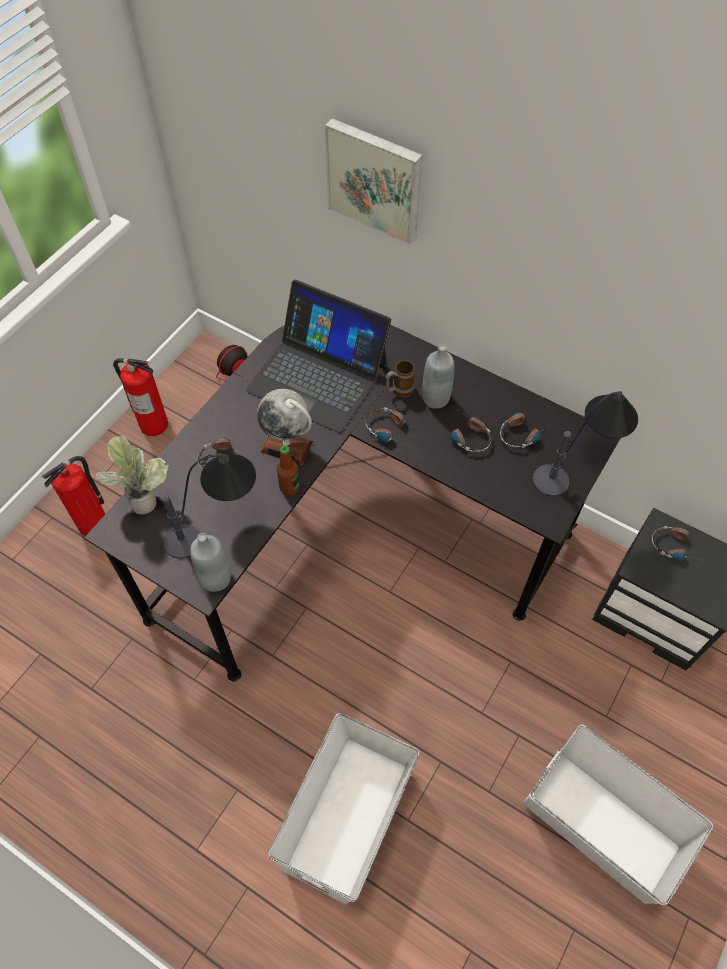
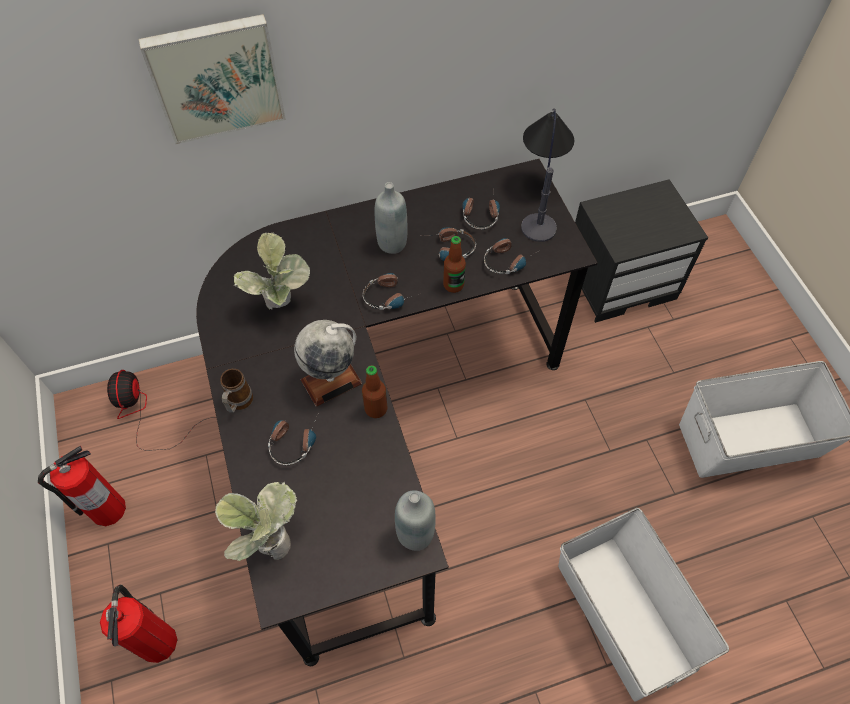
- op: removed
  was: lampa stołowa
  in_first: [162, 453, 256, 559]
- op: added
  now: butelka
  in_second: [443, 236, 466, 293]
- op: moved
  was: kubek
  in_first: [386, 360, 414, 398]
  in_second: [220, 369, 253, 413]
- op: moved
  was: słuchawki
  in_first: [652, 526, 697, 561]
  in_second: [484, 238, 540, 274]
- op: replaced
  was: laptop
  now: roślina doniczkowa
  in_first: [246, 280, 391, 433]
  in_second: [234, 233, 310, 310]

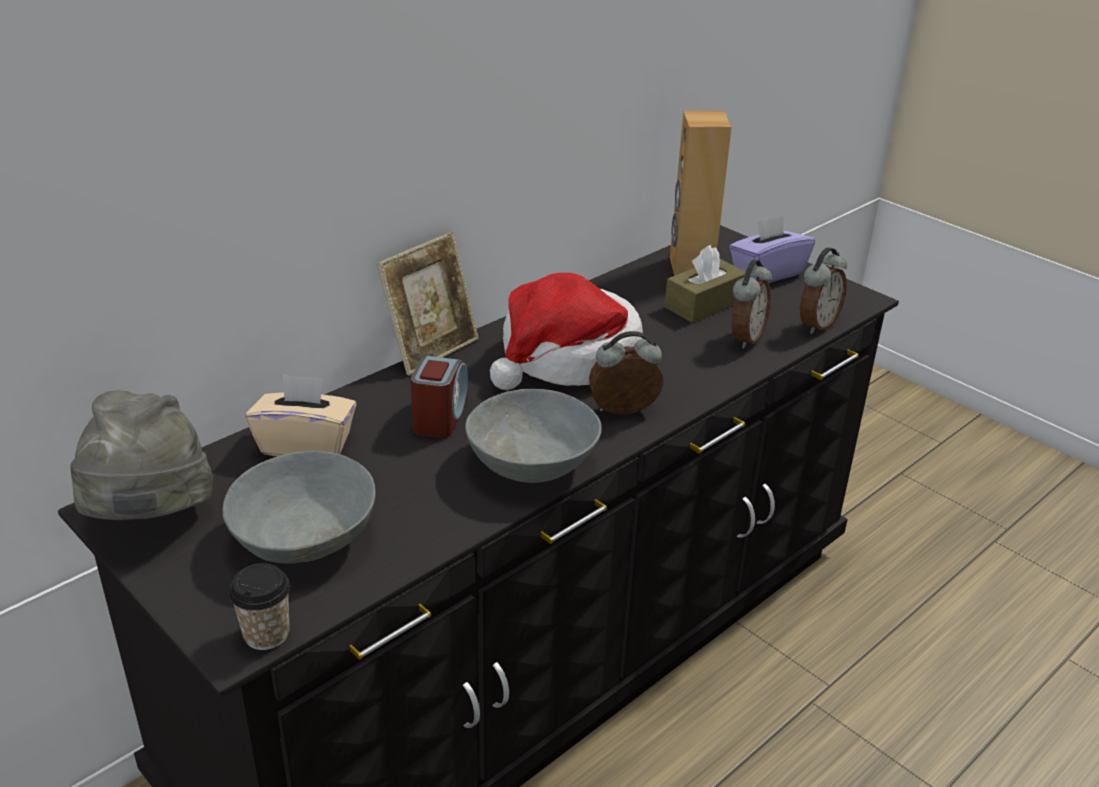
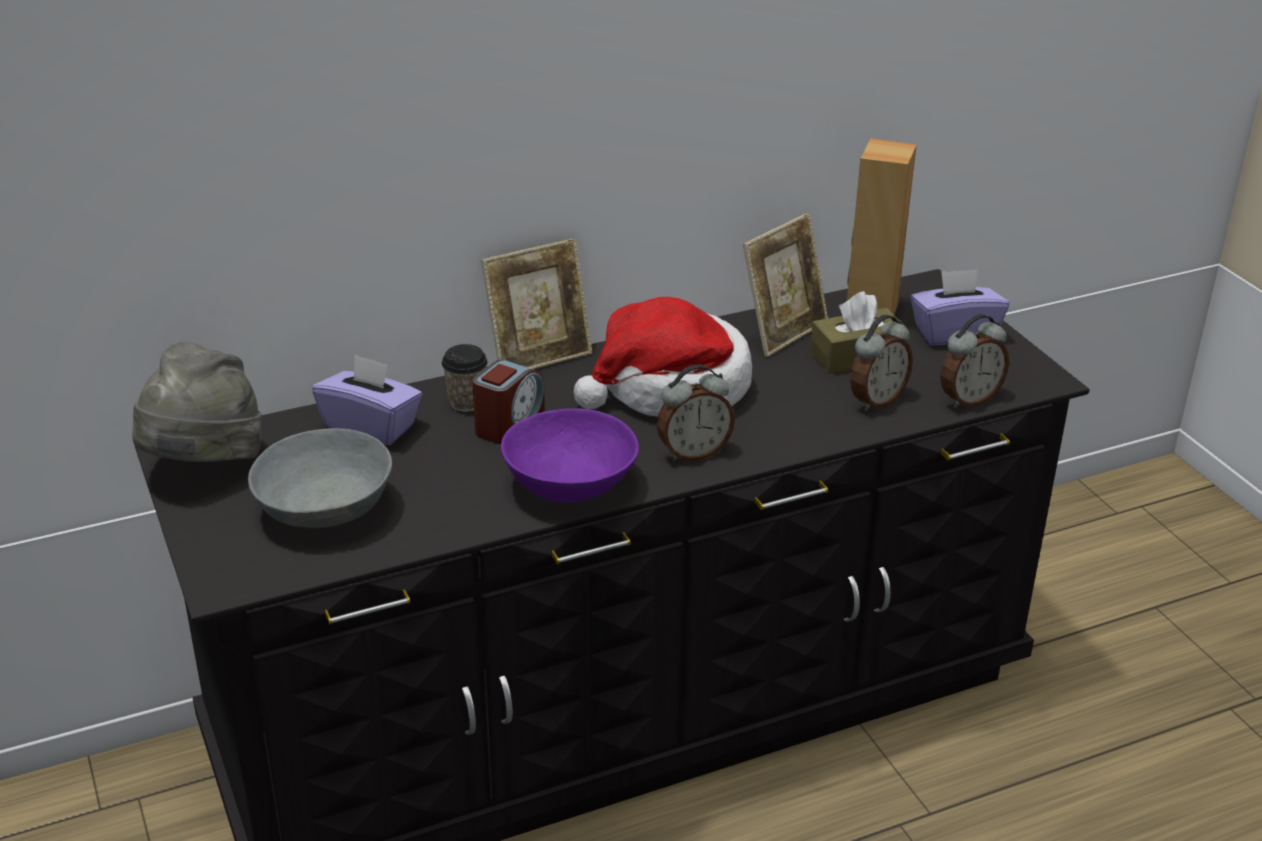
- op: added
  now: ramka na zdjęcie
  in_second: [743, 213, 828, 357]
- op: moved
  was: filiżanka
  in_first: [229, 563, 290, 650]
  in_second: [442, 344, 488, 412]
- op: recoloured
  was: pudełko chusteczek [beżowy]
  now: pudełko chusteczek [fioletowy]
  in_first: [246, 374, 357, 456]
  in_second: [312, 354, 422, 445]
- op: recoloured
  was: miska [szary]
  now: miska [fioletowy]
  in_first: [465, 389, 602, 483]
  in_second: [501, 408, 639, 503]
- op: turned
  was: budzik
  in_first: [589, 331, 663, 415]
  in_second: [657, 365, 735, 461]
  clockwise: 150

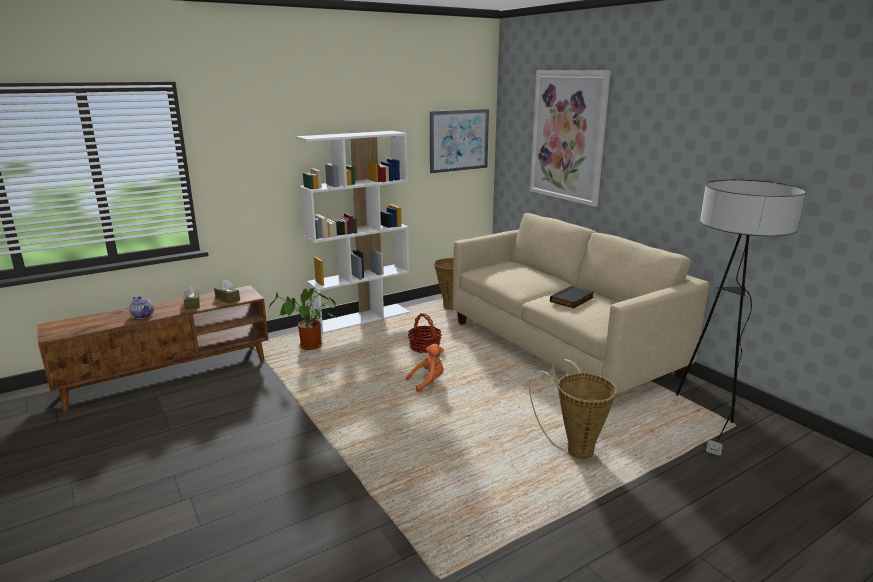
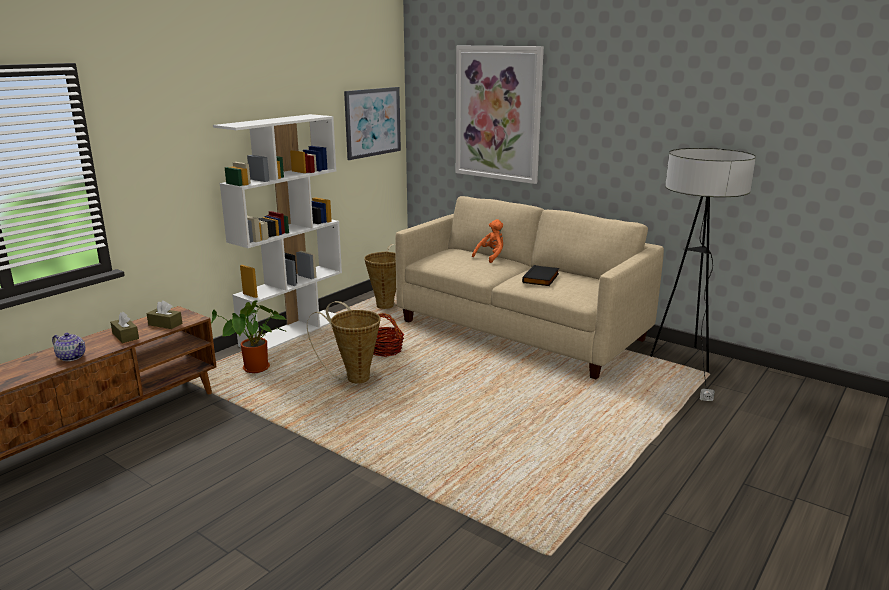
- op: moved
  was: pluszak [pomarańczowy]
  in_first: [406, 344, 444, 392]
  in_second: [472, 219, 503, 263]
- op: moved
  was: koszyk
  in_first: [529, 359, 617, 459]
  in_second: [307, 301, 381, 384]

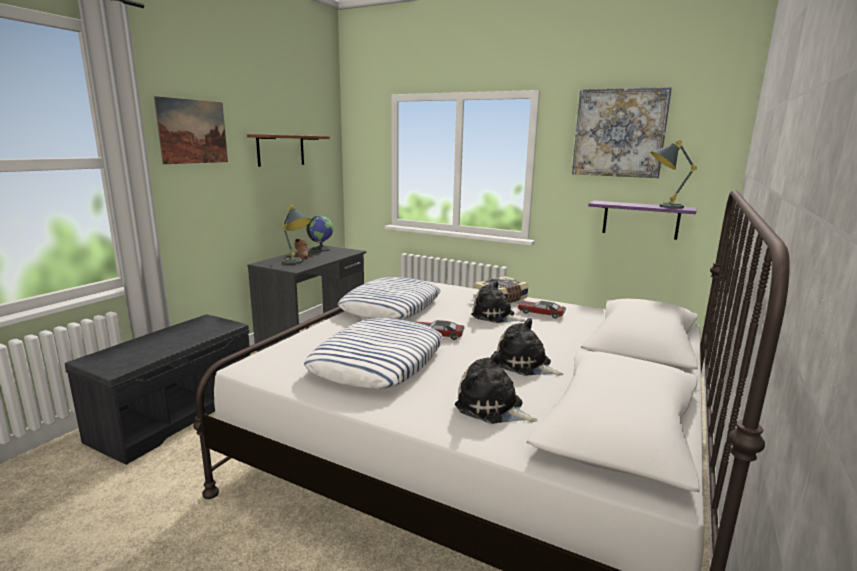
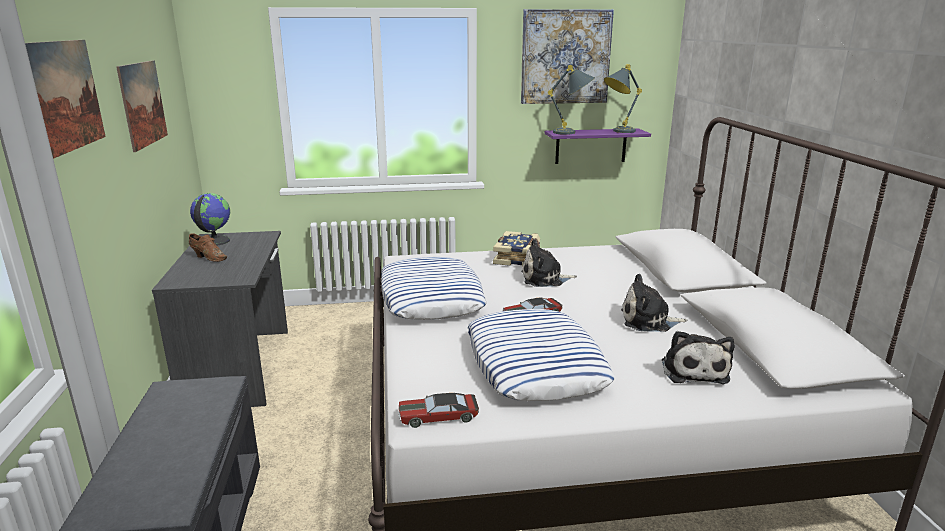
- op: moved
  was: lampa stołowa [szary]
  in_first: [282, 205, 311, 264]
  in_second: [548, 65, 595, 135]
- op: moved
  was: samochodzik
  in_first: [518, 301, 566, 319]
  in_second: [398, 393, 479, 428]
- op: replaced
  was: półka [brązowy]
  now: obraz
  in_first: [247, 134, 330, 167]
  in_second: [116, 60, 168, 152]
- op: turned
  was: pluszak
  in_first: [455, 351, 538, 424]
  in_second: [662, 331, 734, 384]
  clockwise: -90

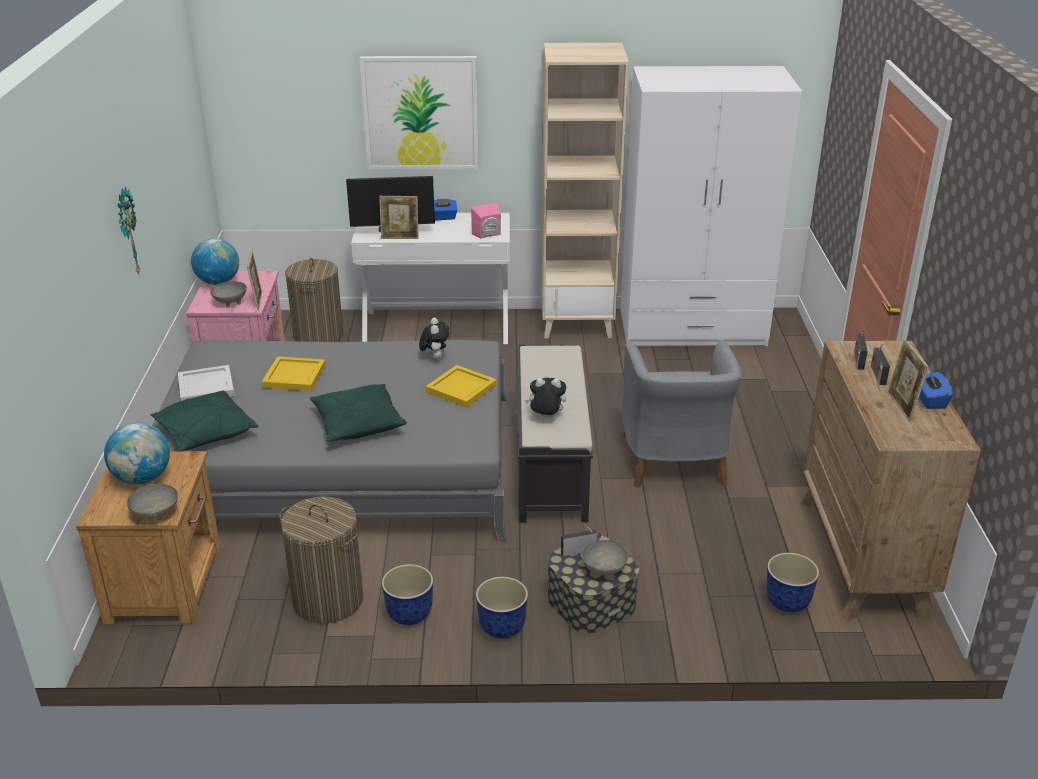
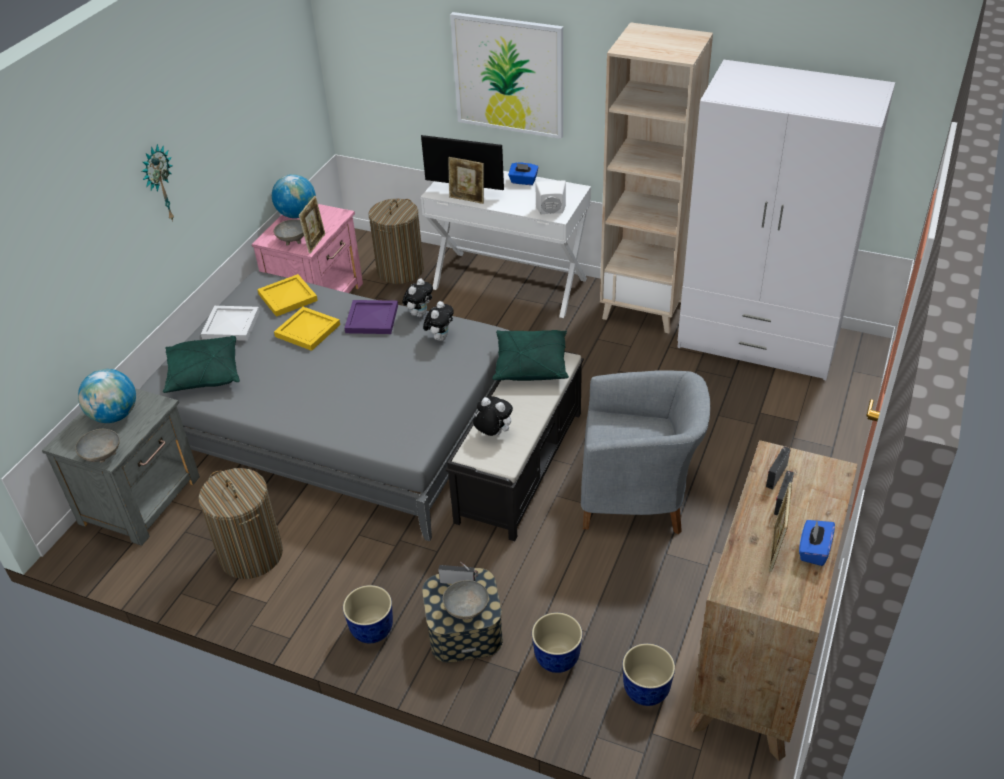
- op: added
  now: taca [fioletowy]
  in_second: [344, 300, 398, 334]
- op: added
  now: pluszak
  in_second: [402, 278, 433, 317]
- op: moved
  was: poduszka [zielony]
  in_first: [310, 384, 407, 442]
  in_second: [492, 330, 569, 381]
- op: moved
  was: donica
  in_first: [382, 564, 433, 625]
  in_second: [532, 612, 582, 673]
- op: moved
  was: taca [żółty]
  in_first: [426, 365, 497, 408]
  in_second: [257, 274, 318, 317]
- op: recoloured
  was: szafka nocna [brązowy]
  now: szafka nocna [szary]
  in_first: [76, 451, 221, 625]
  in_second: [42, 388, 200, 546]
- op: recoloured
  was: głośnik [różowy]
  now: głośnik [biały]
  in_first: [471, 202, 501, 238]
  in_second: [535, 180, 566, 215]
- op: turned
  was: fotel [szary]
  in_first: [621, 340, 742, 487]
  in_second: [581, 370, 710, 534]
  clockwise: -105

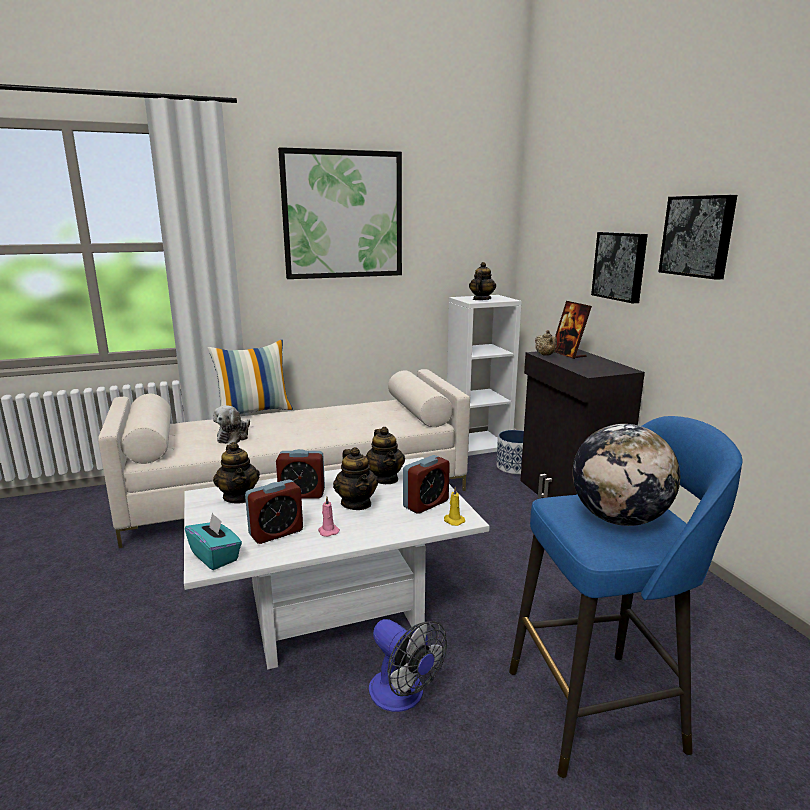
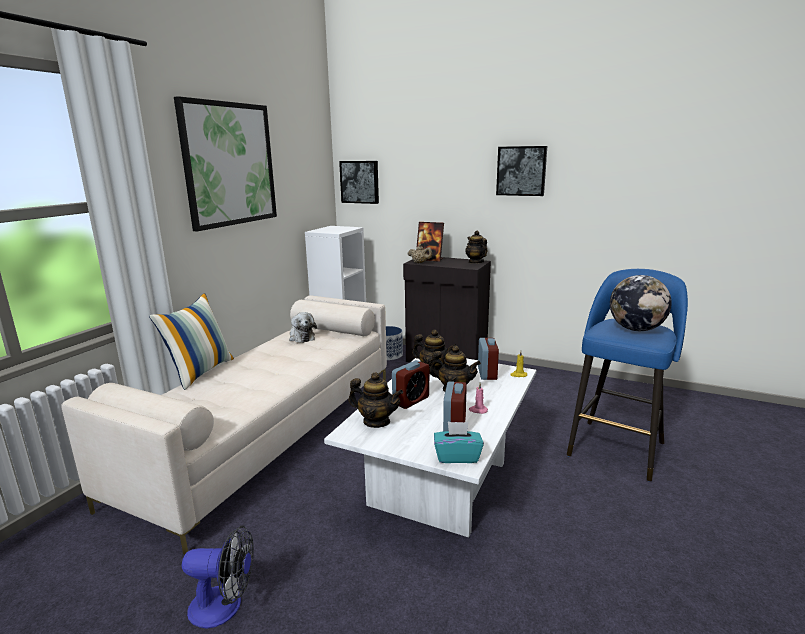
- op: moved
  was: pluszak
  in_first: [213, 405, 250, 444]
  in_second: [289, 312, 317, 343]
- op: moved
  was: wentylator
  in_first: [369, 619, 447, 712]
  in_second: [182, 526, 254, 628]
- op: moved
  was: imbryk
  in_first: [469, 262, 496, 300]
  in_second: [465, 231, 487, 264]
- op: moved
  was: obraz
  in_first: [591, 232, 648, 304]
  in_second: [339, 161, 379, 204]

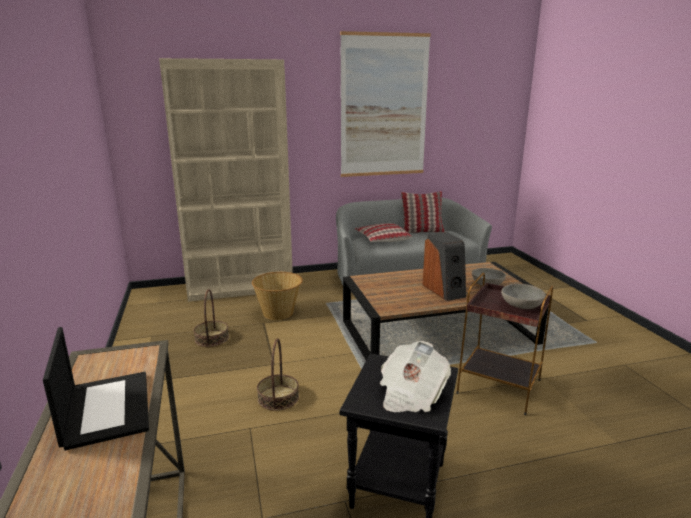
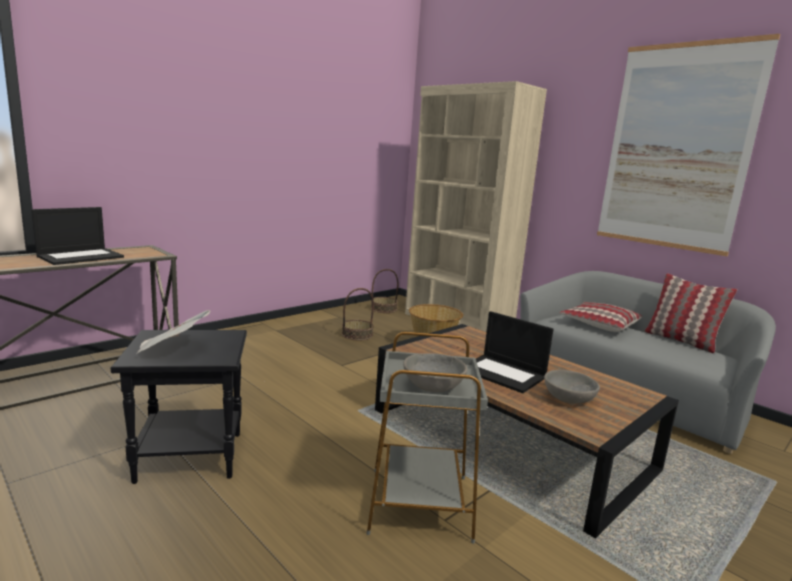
- op: moved
  was: koszyk
  in_first: [257, 338, 299, 411]
  in_second: [371, 269, 398, 313]
- op: replaced
  was: głośnik
  now: laptop
  in_first: [422, 232, 466, 301]
  in_second: [476, 311, 554, 393]
- op: recoloured
  was: stolik [brązowy]
  now: stolik [szary]
  in_first: [457, 273, 553, 415]
  in_second: [366, 332, 488, 544]

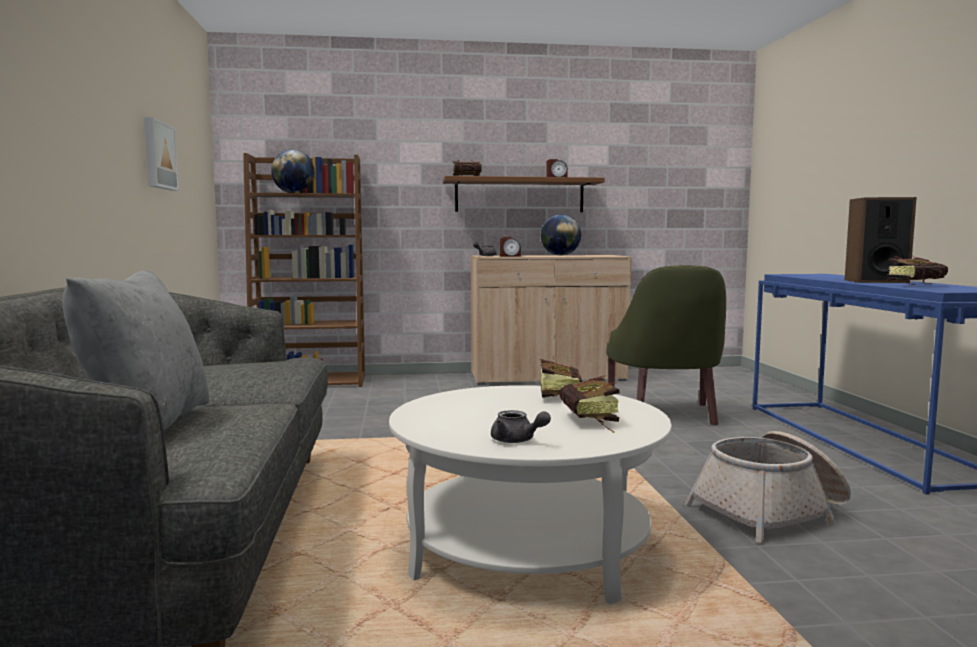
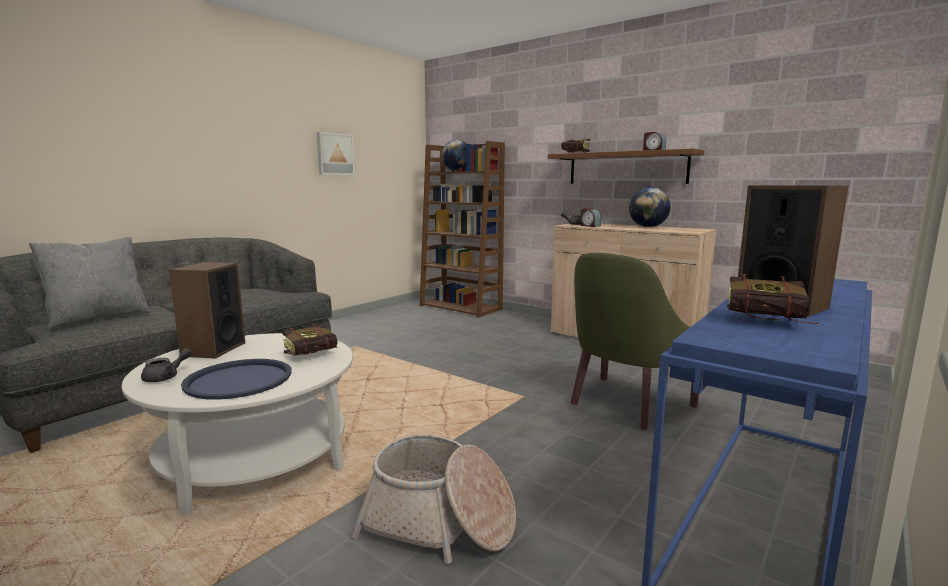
- op: added
  now: głośnik
  in_second: [169, 262, 245, 359]
- op: replaced
  was: książka
  now: taca [niebieski]
  in_first: [559, 375, 620, 433]
  in_second: [181, 359, 291, 400]
- op: turned
  was: imbryk [szary]
  in_first: [491, 410, 551, 443]
  in_second: [141, 348, 192, 382]
  clockwise: -135

